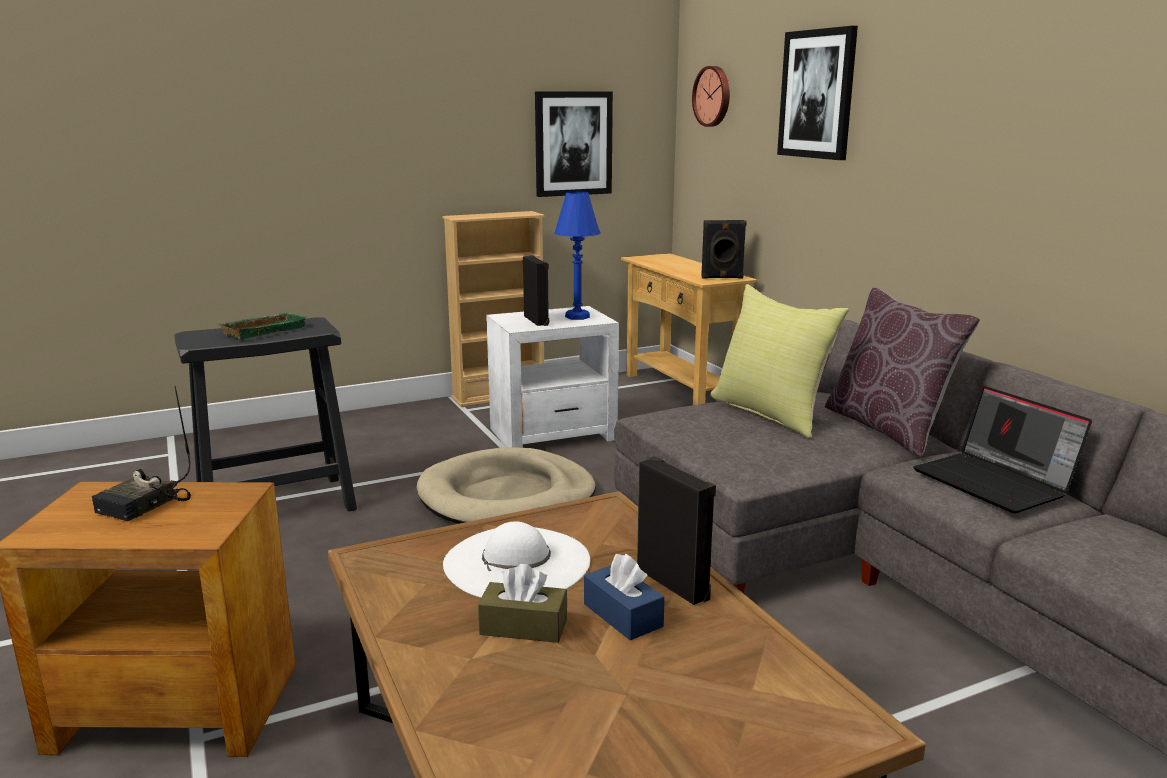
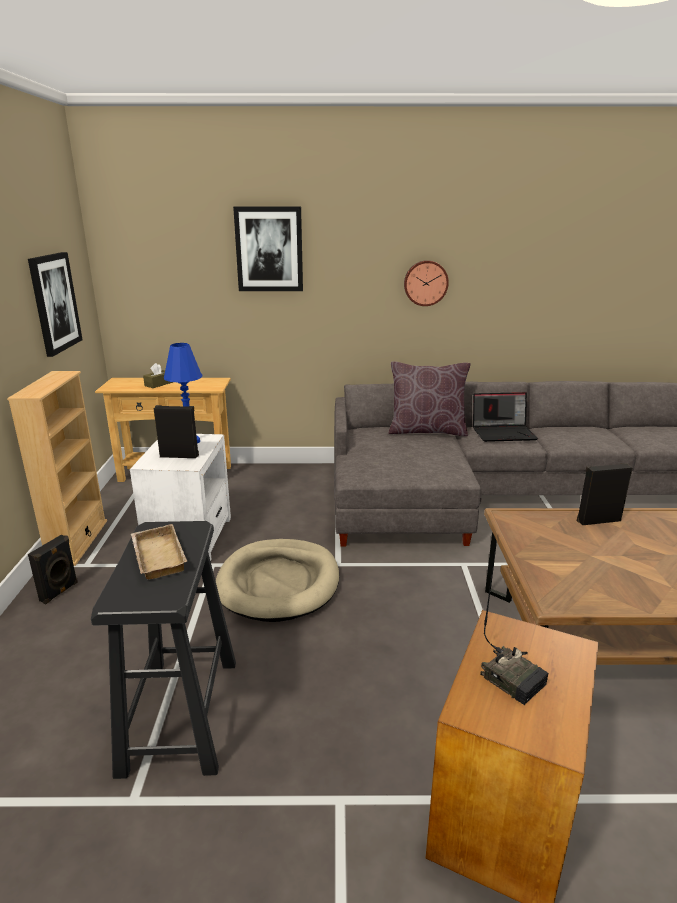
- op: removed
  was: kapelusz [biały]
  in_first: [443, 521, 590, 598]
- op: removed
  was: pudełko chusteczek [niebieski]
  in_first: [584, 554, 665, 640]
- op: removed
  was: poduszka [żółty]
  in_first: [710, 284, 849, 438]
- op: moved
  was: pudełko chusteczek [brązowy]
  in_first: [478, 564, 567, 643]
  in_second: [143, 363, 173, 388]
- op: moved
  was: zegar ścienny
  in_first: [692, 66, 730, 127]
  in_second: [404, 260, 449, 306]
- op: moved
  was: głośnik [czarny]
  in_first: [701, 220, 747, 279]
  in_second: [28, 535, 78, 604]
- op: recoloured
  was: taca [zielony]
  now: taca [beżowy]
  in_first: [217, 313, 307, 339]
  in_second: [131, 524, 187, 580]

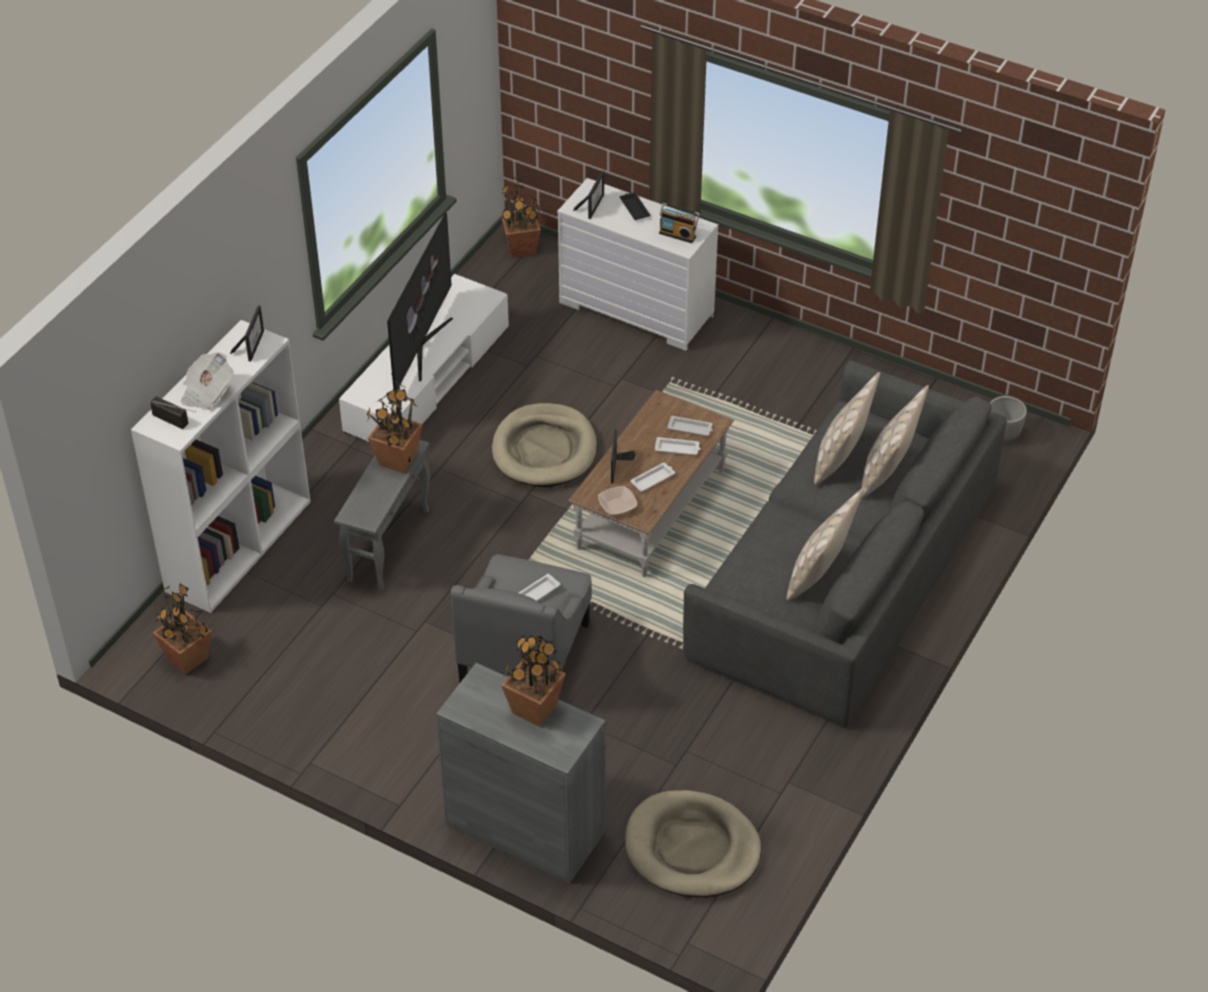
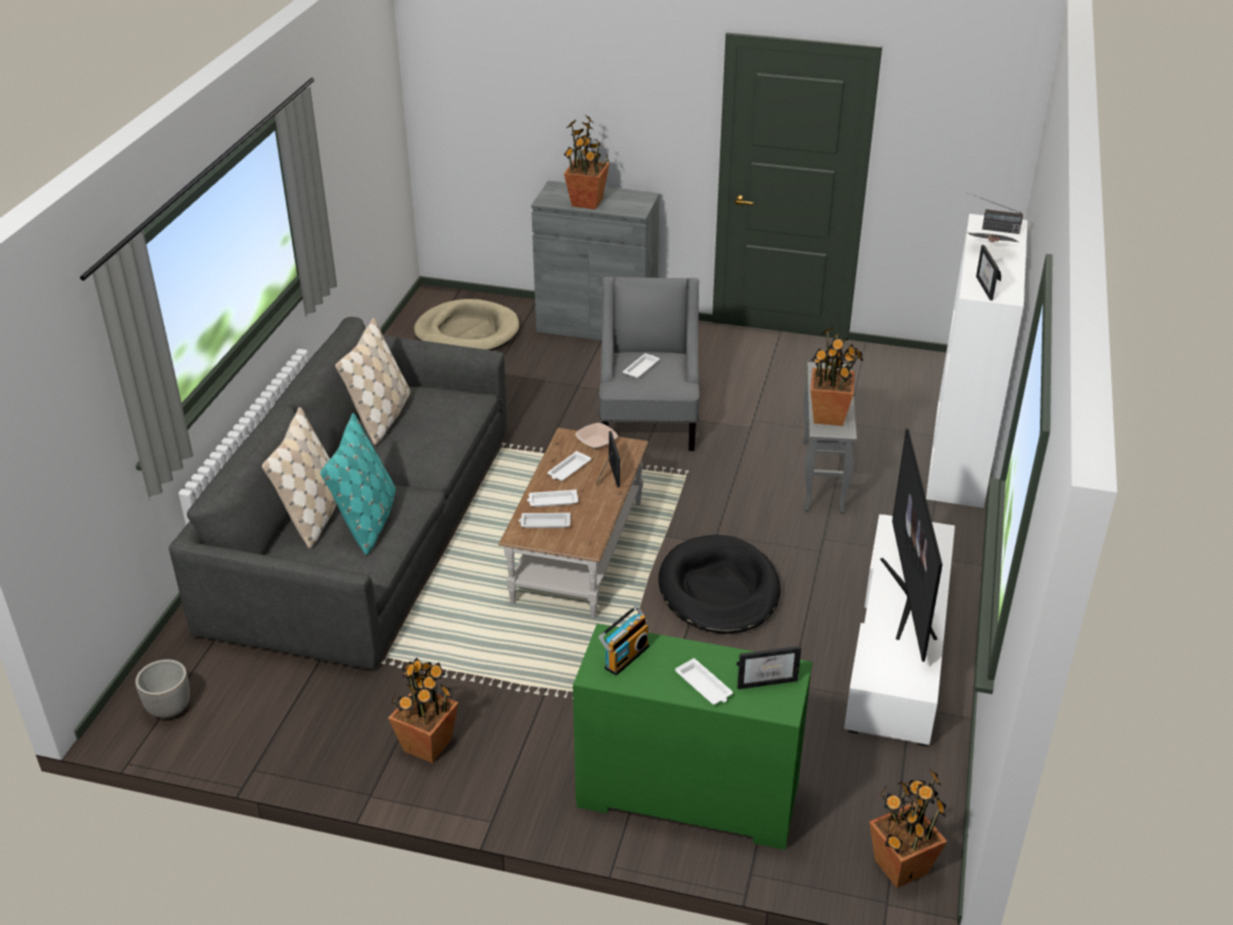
- op: moved
  was: roślina doniczkowa
  in_first: [153, 583, 211, 674]
  in_second: [388, 657, 458, 763]
- op: recoloured
  was: legowisko [beżowy]
  now: legowisko [czarny]
  in_first: [492, 403, 597, 487]
  in_second: [658, 535, 781, 634]
- op: recoloured
  was: komoda [biały]
  now: komoda [zielony]
  in_first: [557, 178, 718, 351]
  in_second: [573, 624, 813, 850]
- op: recoloured
  was: taca [czarny]
  now: taca [biały]
  in_first: [620, 192, 650, 220]
  in_second: [675, 658, 733, 705]
- op: recoloured
  was: poduszka [beżowy]
  now: poduszka [turkusowy]
  in_first: [814, 372, 880, 485]
  in_second: [320, 413, 396, 555]
- op: turned
  was: ramka na zdjęcie
  in_first: [573, 171, 604, 219]
  in_second: [737, 646, 801, 689]
  clockwise: -105
- op: turned
  was: radio
  in_first: [659, 203, 700, 243]
  in_second: [598, 605, 649, 676]
  clockwise: 120

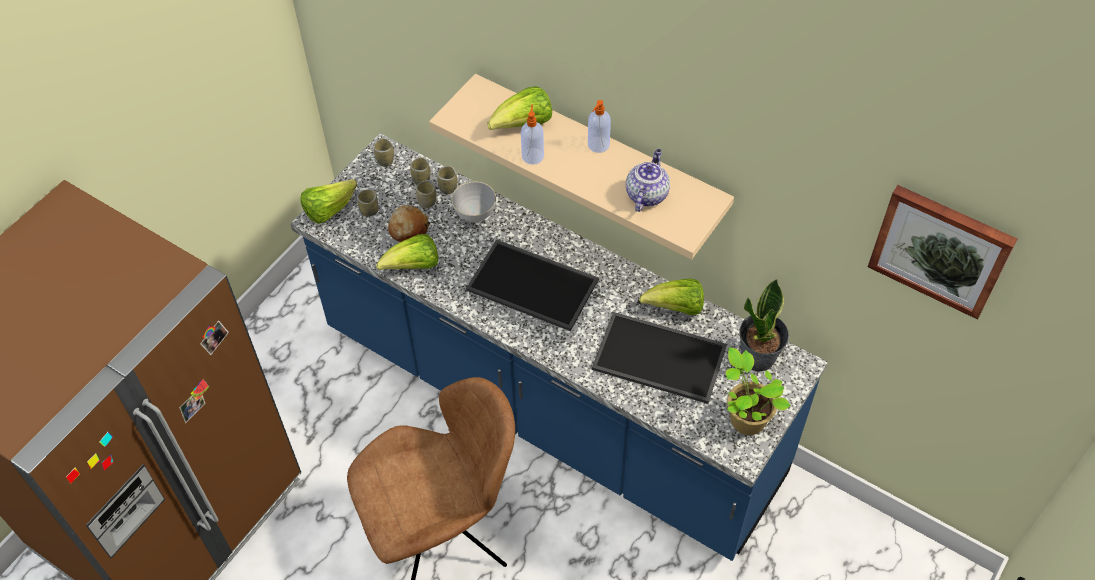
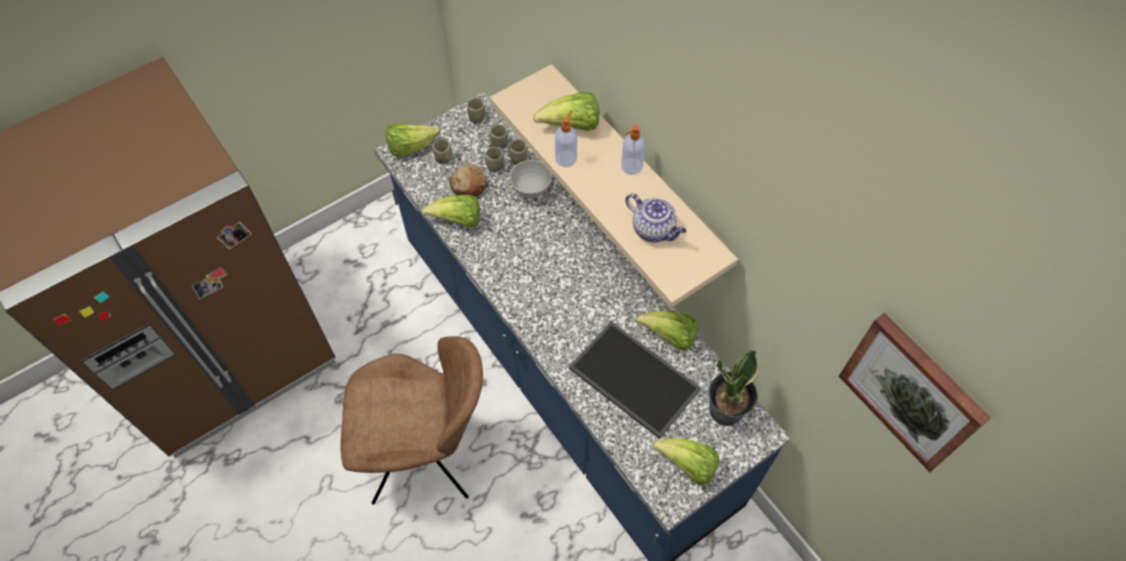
- op: removed
  was: taca
  in_first: [466, 239, 599, 331]
- op: replaced
  was: roślina doniczkowa
  now: sałata
  in_first: [726, 347, 791, 435]
  in_second: [653, 438, 719, 485]
- op: turned
  was: imbryk
  in_first: [626, 149, 670, 212]
  in_second: [625, 193, 686, 243]
  clockwise: 90

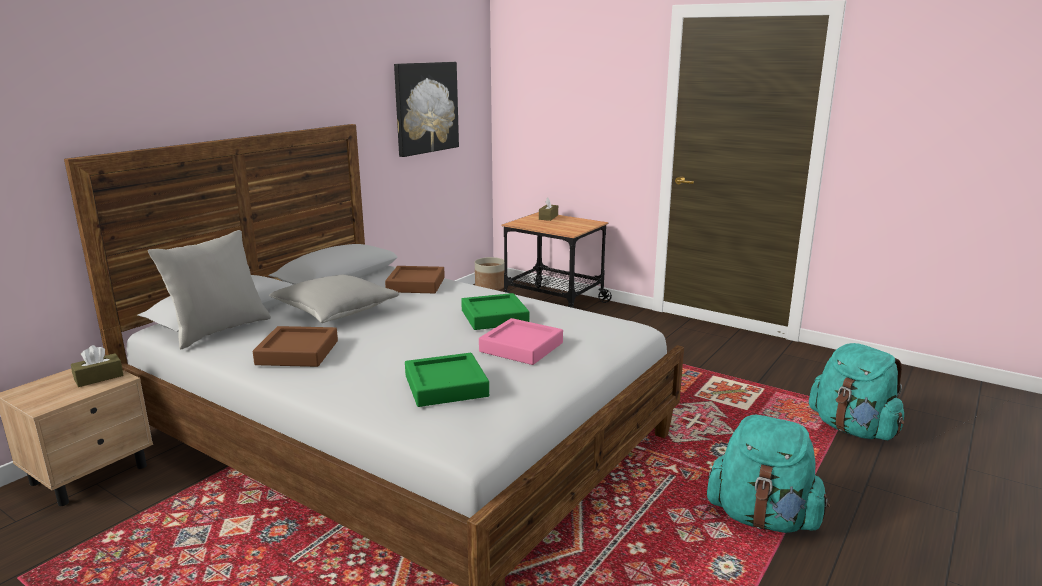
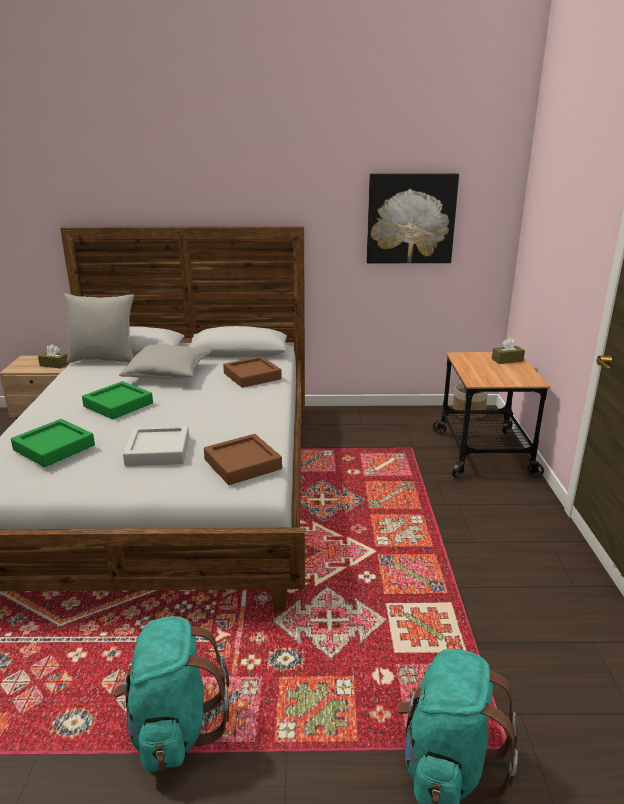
- op: moved
  was: taca [brązowy]
  in_first: [253, 326, 338, 367]
  in_second: [204, 434, 282, 485]
- op: moved
  was: taca [zielony]
  in_first: [461, 293, 529, 330]
  in_second: [82, 381, 153, 420]
- op: recoloured
  was: taca [różowy]
  now: taca [szary]
  in_first: [479, 318, 563, 365]
  in_second: [123, 426, 189, 466]

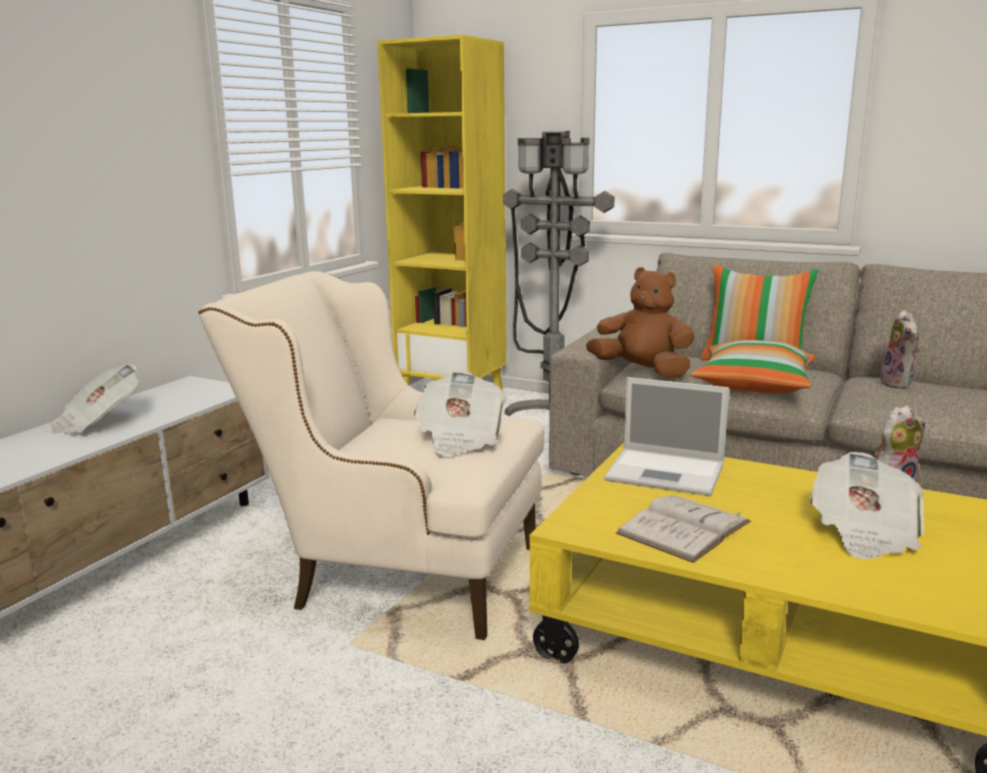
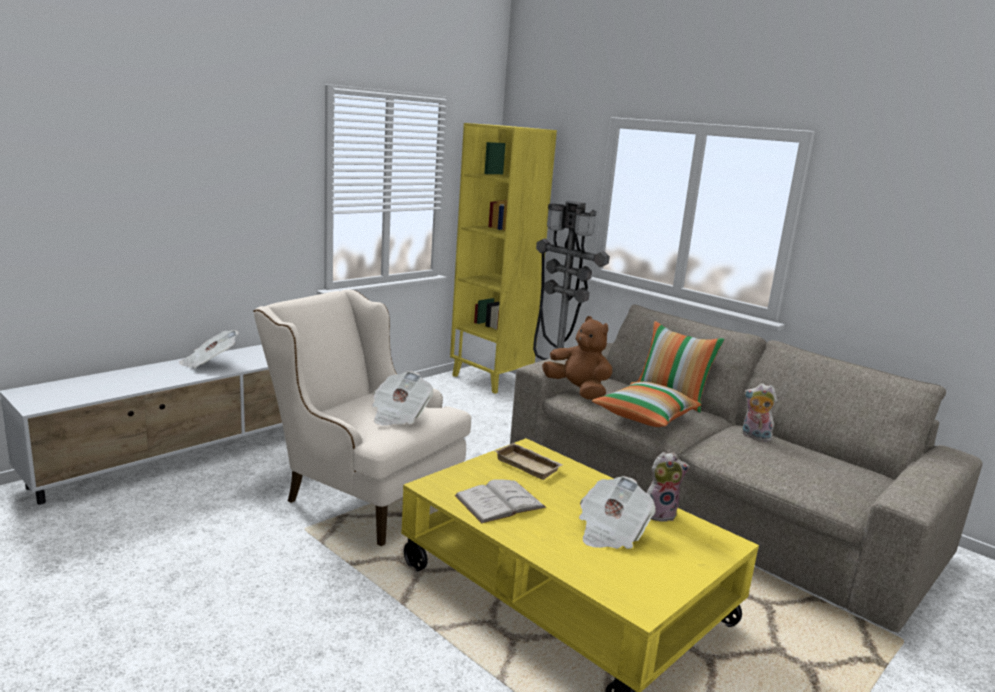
- op: replaced
  was: laptop
  now: taca [beżowy]
  in_first: [604, 377, 729, 496]
  in_second: [495, 443, 563, 480]
- op: turned
  was: pluszak
  in_first: [880, 310, 920, 389]
  in_second: [742, 383, 777, 442]
  clockwise: 105

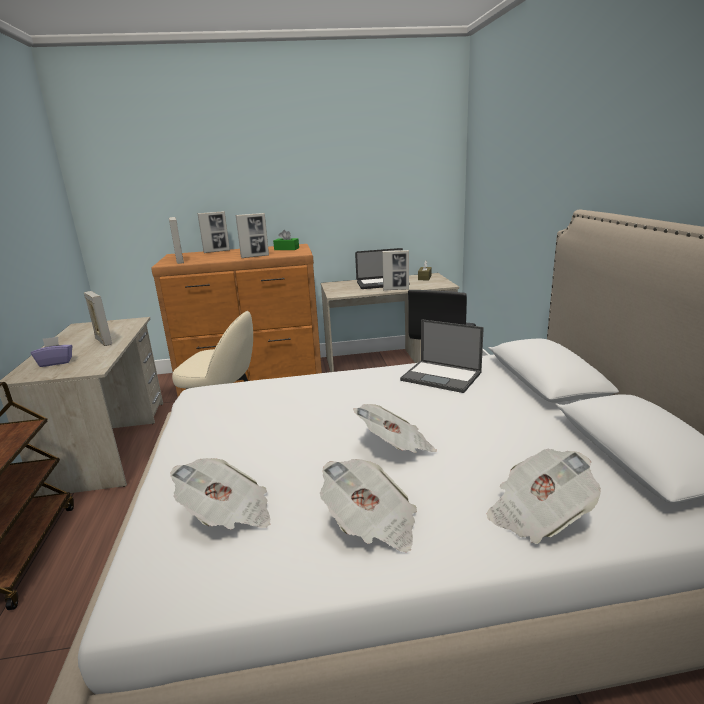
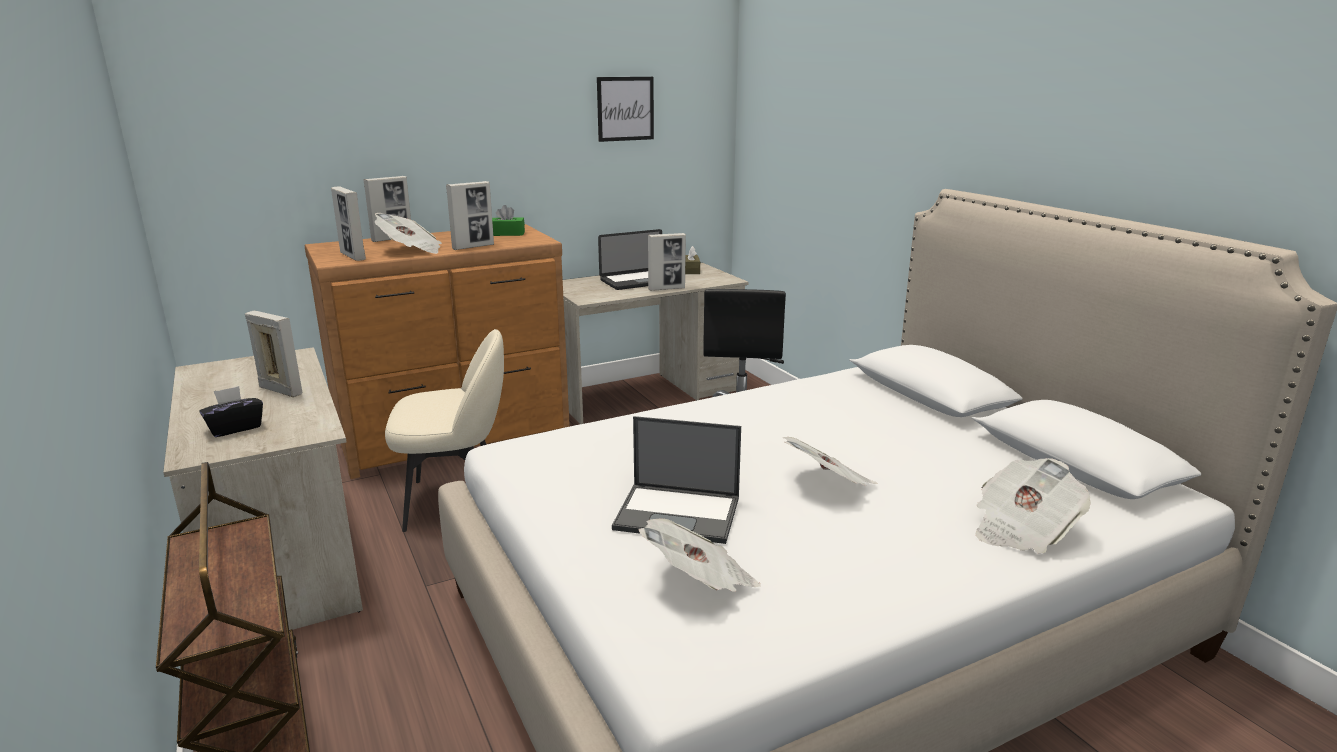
- op: added
  now: obraz
  in_second: [597, 77, 654, 142]
- op: moved
  was: gazeta
  in_first: [320, 459, 417, 552]
  in_second: [375, 213, 442, 254]
- op: moved
  was: laptop
  in_first: [400, 319, 484, 393]
  in_second: [612, 416, 741, 544]
- op: recoloured
  was: pudełko chusteczek [fioletowy]
  now: pudełko chusteczek [czarny]
  in_first: [31, 337, 73, 367]
  in_second: [199, 386, 263, 437]

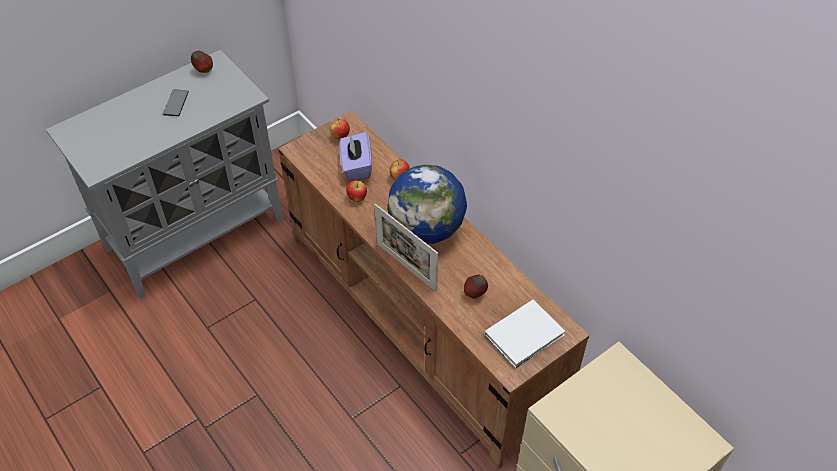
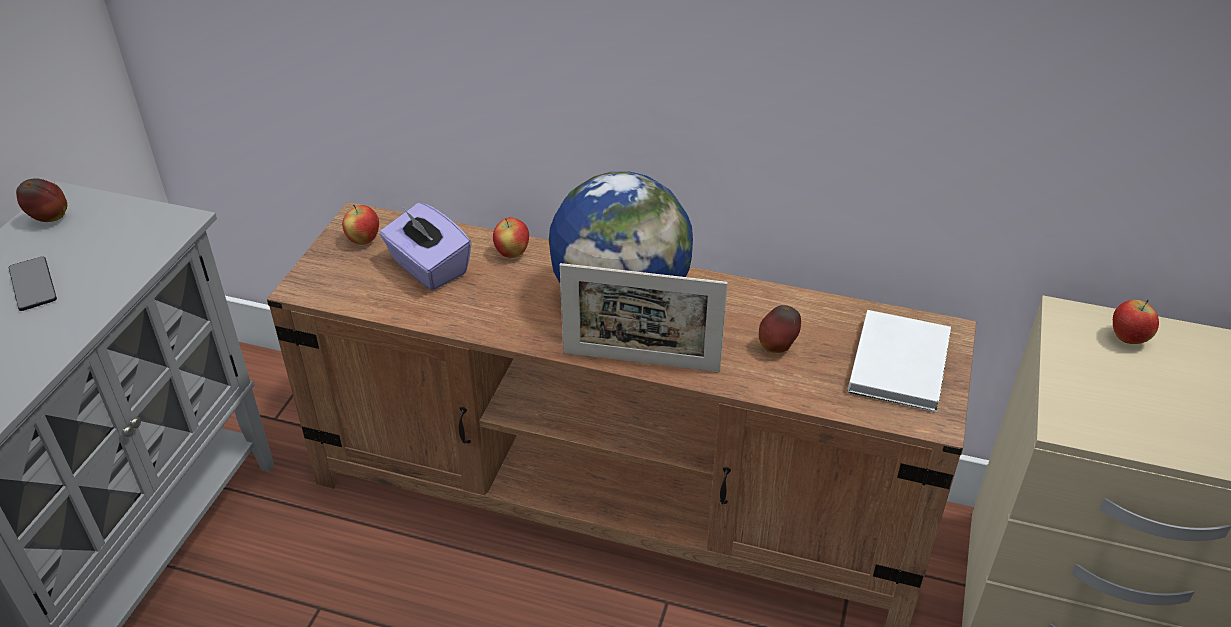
- op: moved
  was: jabłko
  in_first: [346, 180, 367, 202]
  in_second: [1113, 299, 1159, 344]

